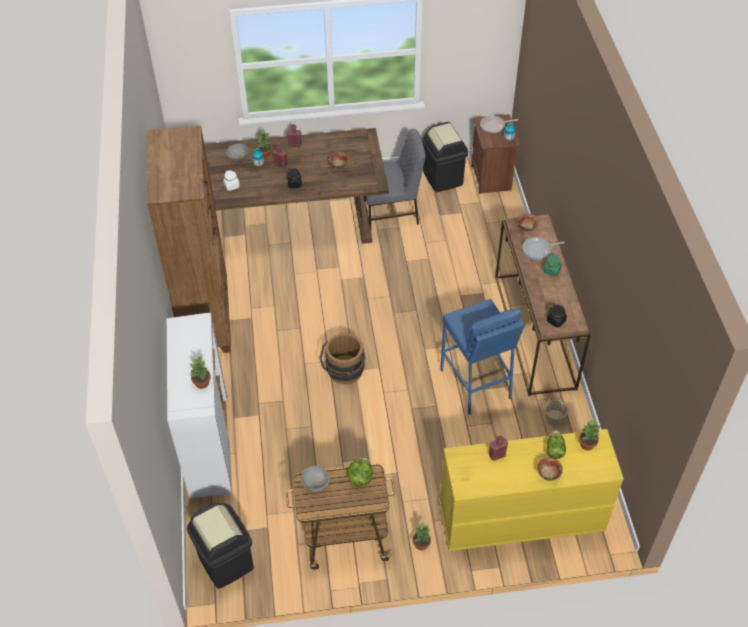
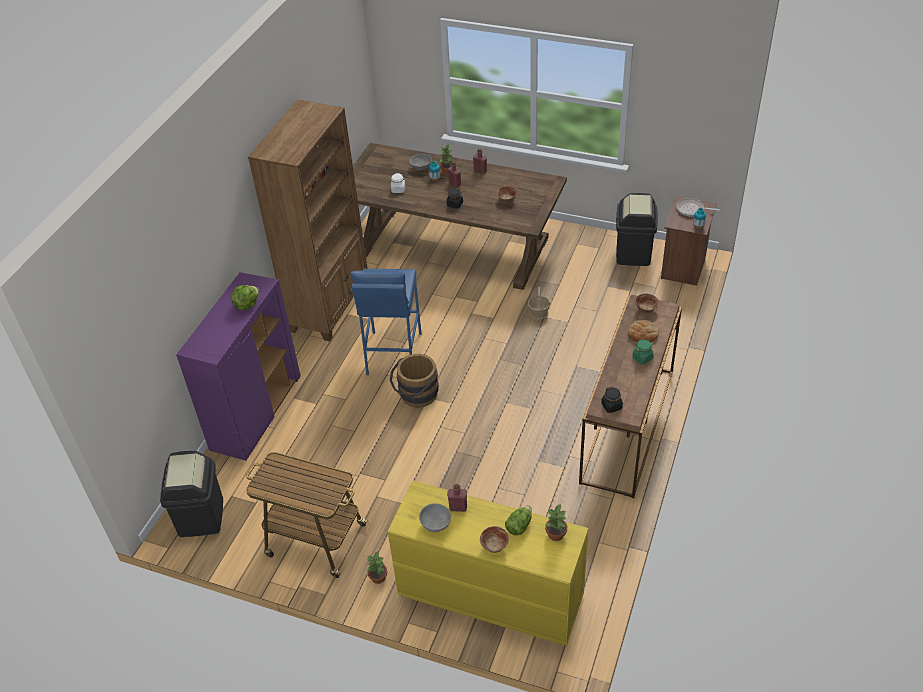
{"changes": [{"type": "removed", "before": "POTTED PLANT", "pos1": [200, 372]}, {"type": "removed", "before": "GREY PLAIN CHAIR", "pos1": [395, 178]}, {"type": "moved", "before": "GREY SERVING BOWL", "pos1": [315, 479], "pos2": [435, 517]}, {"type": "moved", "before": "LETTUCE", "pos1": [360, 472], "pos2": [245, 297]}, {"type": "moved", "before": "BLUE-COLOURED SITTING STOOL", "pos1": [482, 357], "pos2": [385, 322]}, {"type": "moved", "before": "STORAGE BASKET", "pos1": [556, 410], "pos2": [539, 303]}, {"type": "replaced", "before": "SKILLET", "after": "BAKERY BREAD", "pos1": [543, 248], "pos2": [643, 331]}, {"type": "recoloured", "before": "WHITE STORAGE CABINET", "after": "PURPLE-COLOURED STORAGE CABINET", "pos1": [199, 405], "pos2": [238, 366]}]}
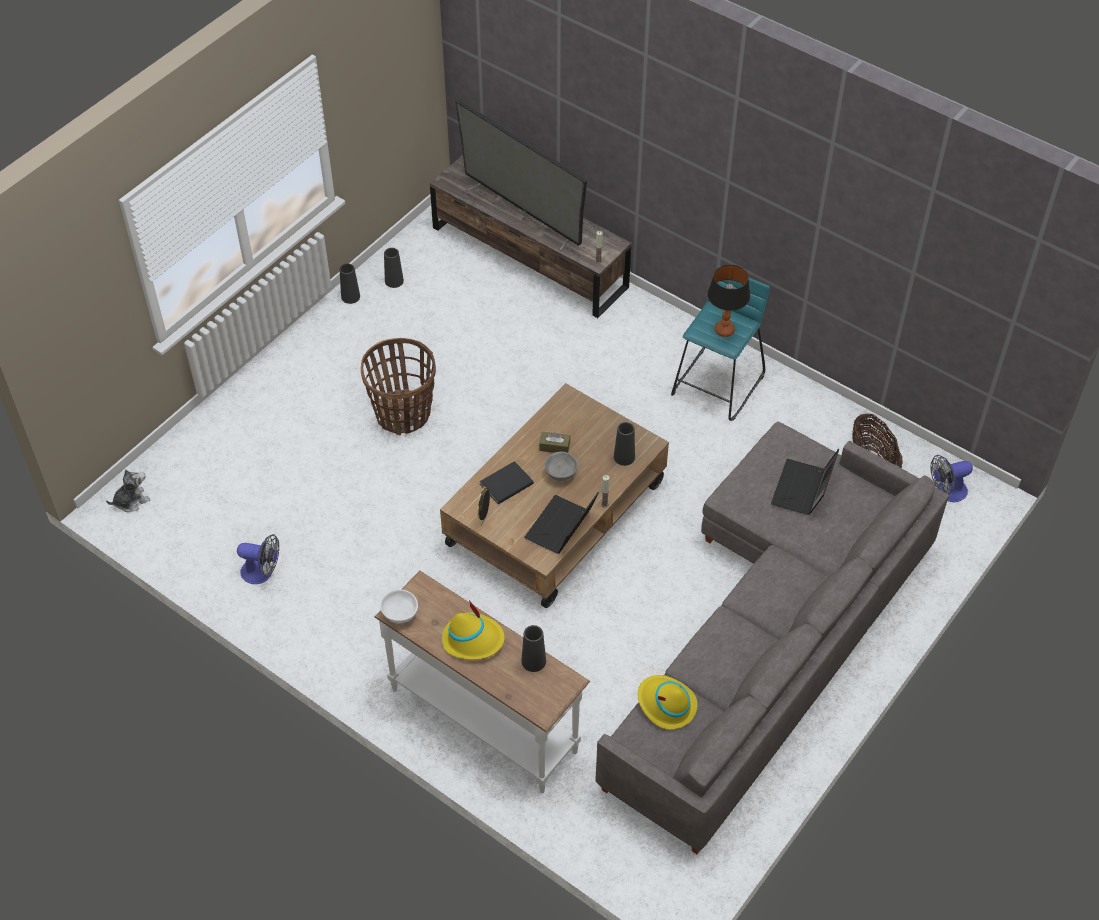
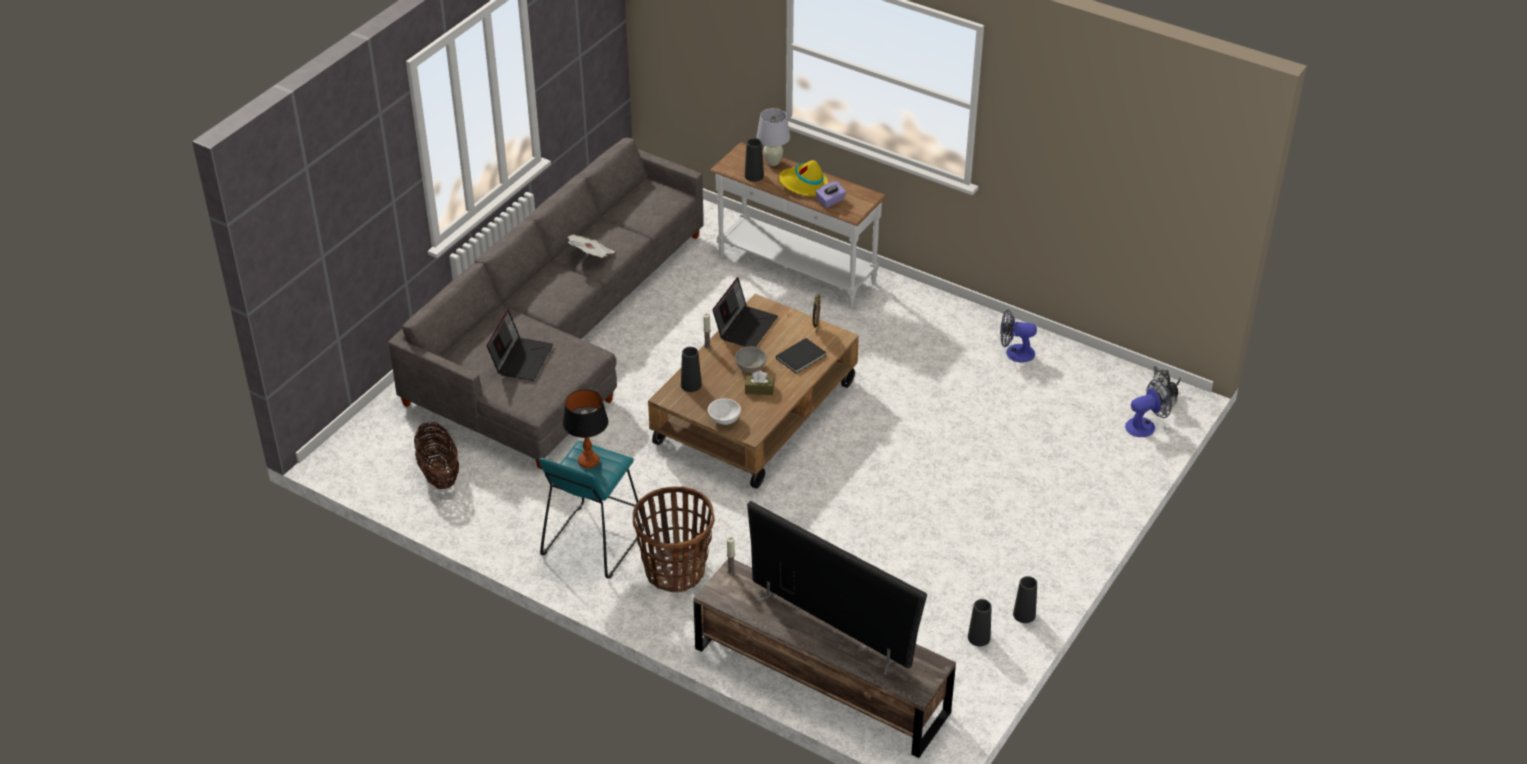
{"changes": [{"type": "removed", "before": "YELLOW-COLOURED HAT", "pos1": [667, 702]}, {"type": "added", "after": "PRINTED PAPER", "pos2": [591, 246]}, {"type": "added", "after": "WHITE LAMP FOR A TABLE", "pos2": [773, 137]}, {"type": "added", "after": "PURPLE-COLOURED TISSUE HOLDER", "pos2": [830, 194]}, {"type": "moved", "before": "STORAGE BASKET", "pos1": [398, 386], "pos2": [674, 539]}, {"type": "moved", "before": "WHITE SERVING BOWL", "pos1": [399, 606], "pos2": [724, 411]}, {"type": "moved", "before": "ELECTRIC FAN", "pos1": [951, 478], "pos2": [1148, 408]}]}
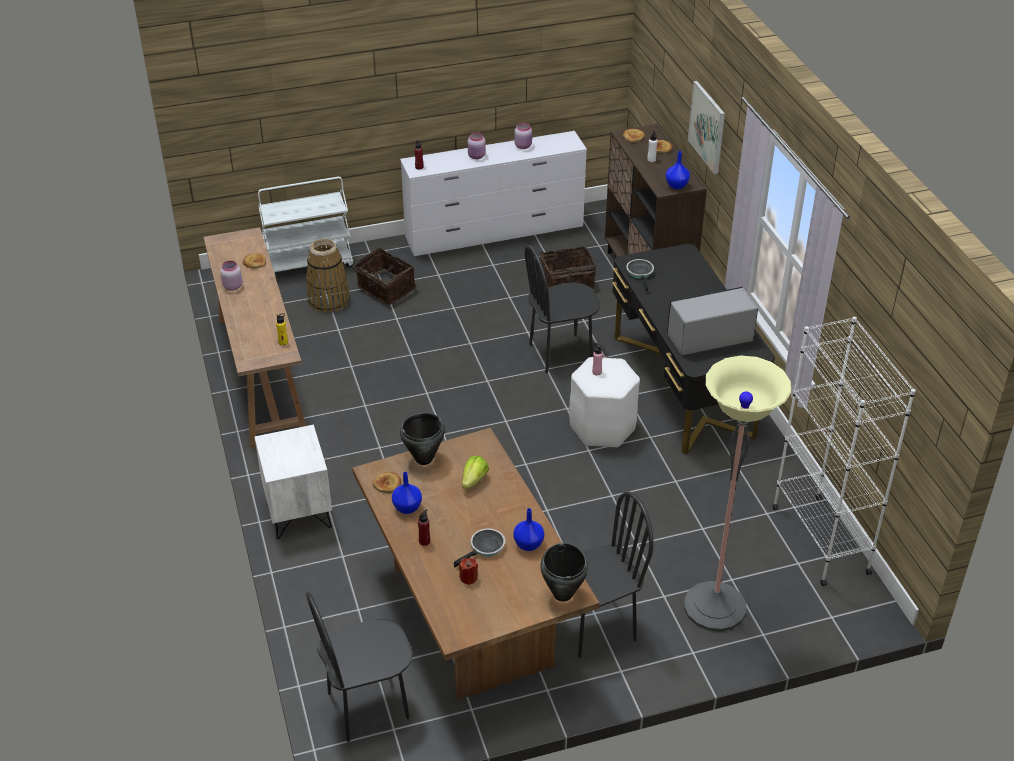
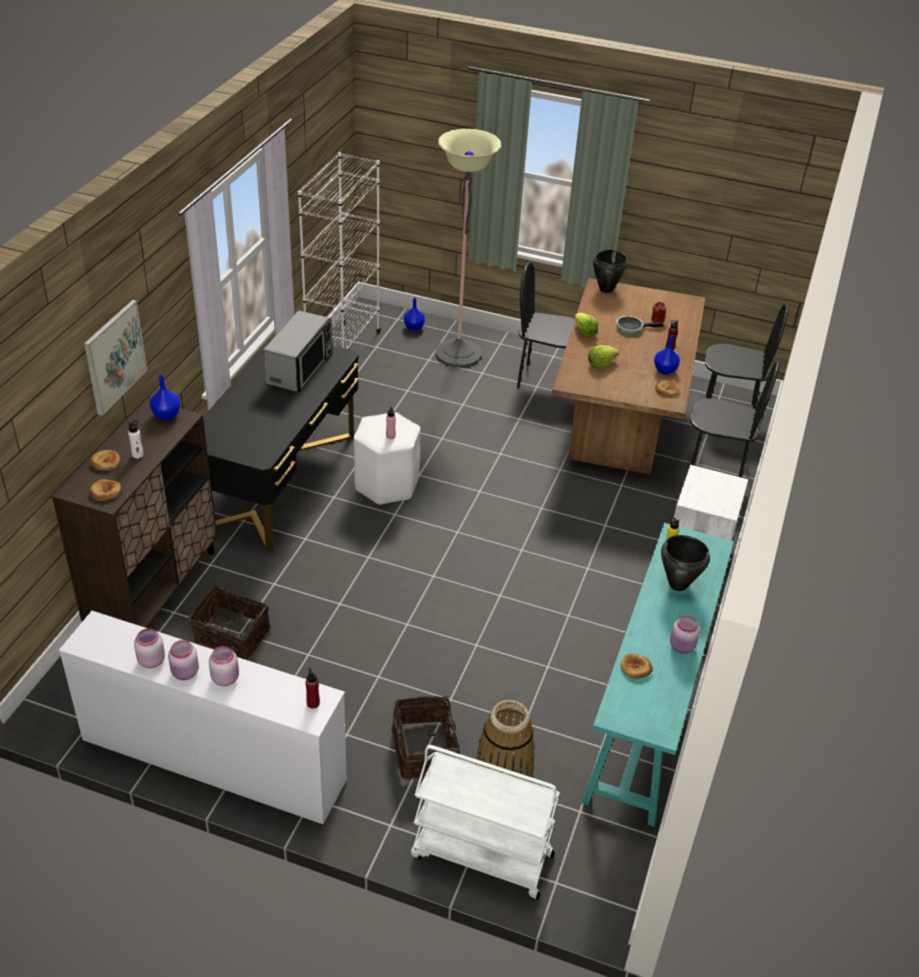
{"changes": [{"type": "removed", "before": "SKILLET", "pos1": [640, 275]}, {"type": "added", "after": "PINK-COLOURED JAR", "pos2": [183, 660]}, {"type": "added", "after": "LETTUCE", "pos2": [586, 325]}, {"type": "moved", "before": "BLACK SAUCEPOT", "pos1": [422, 439], "pos2": [685, 563]}, {"type": "moved", "before": "BLUE-COLOURED FLOWER VASE", "pos1": [528, 529], "pos2": [414, 314]}, {"type": "moved", "before": "BLACK PLAIN CHAIR", "pos1": [562, 309], "pos2": [735, 419]}, {"type": "recoloured", "before": "BROWN-COLOURED CONSOLE TABLE", "after": "TURQUOISE CONSOLE TABLE", "pos1": [255, 337], "pos2": [657, 675]}, {"type": "turned", "before": "KITCHEN MICROWAVE", "pos1": [712, 321], "pos2": [297, 351], "turn": -90}]}
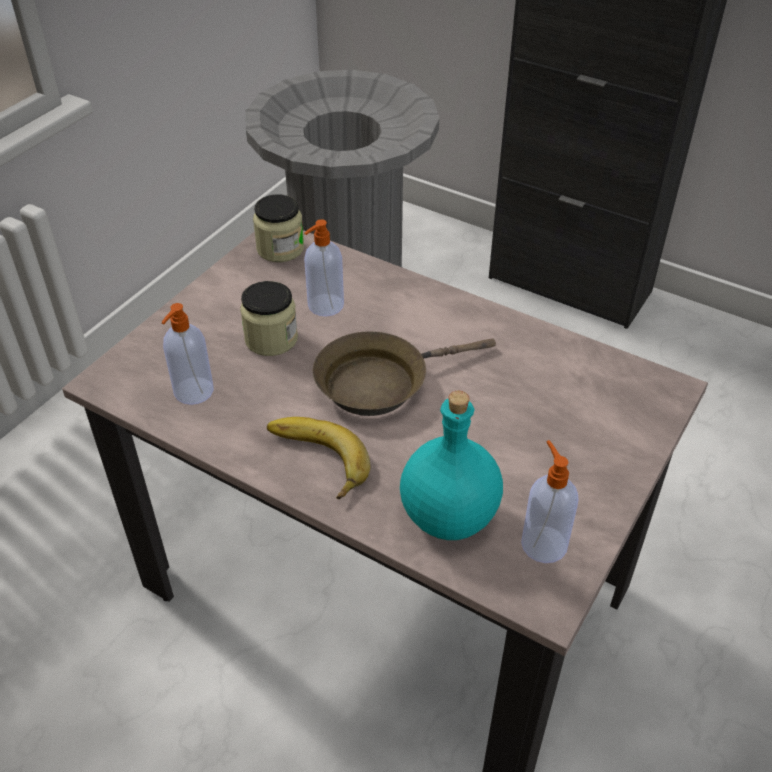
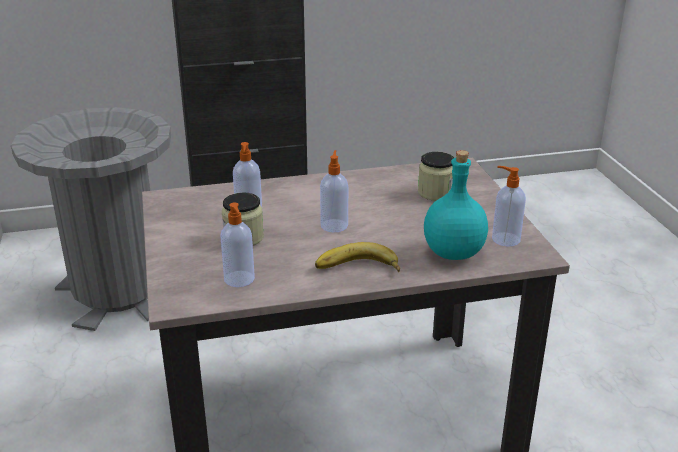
{"changes": [{"type": "moved", "before": "JAR", "pos1": [278, 228], "pos2": [436, 176]}, {"type": "replaced", "before": "BROWN-COLOURED SKILLET", "after": "LIQUID SOAP BOTTLE", "pos1": [404, 373], "pos2": [334, 191]}]}
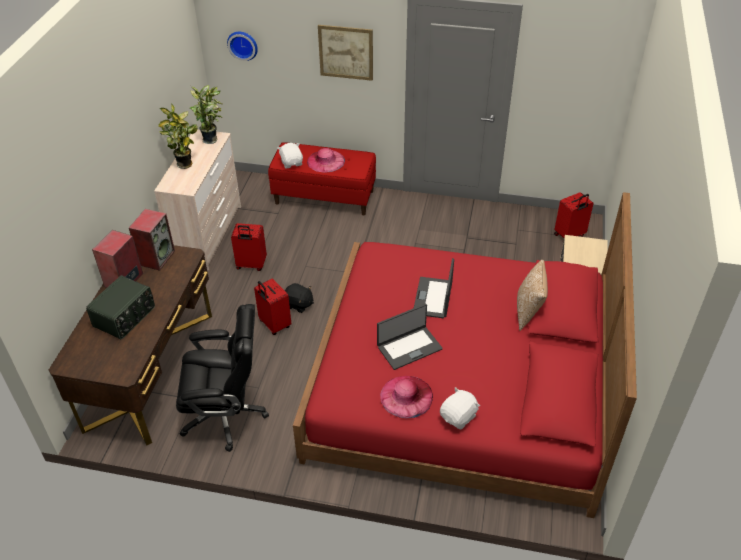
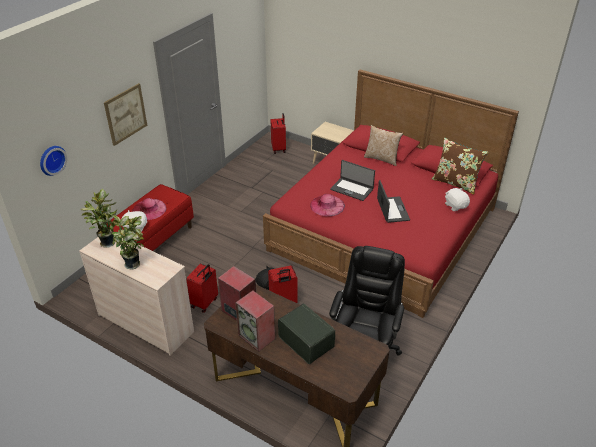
{"changes": [{"type": "added", "after": "BROWN-COLOURED CUSHION", "pos2": [460, 166]}, {"type": "moved", "before": "PINK-COLOURED HAT", "pos1": [406, 397], "pos2": [327, 205]}]}
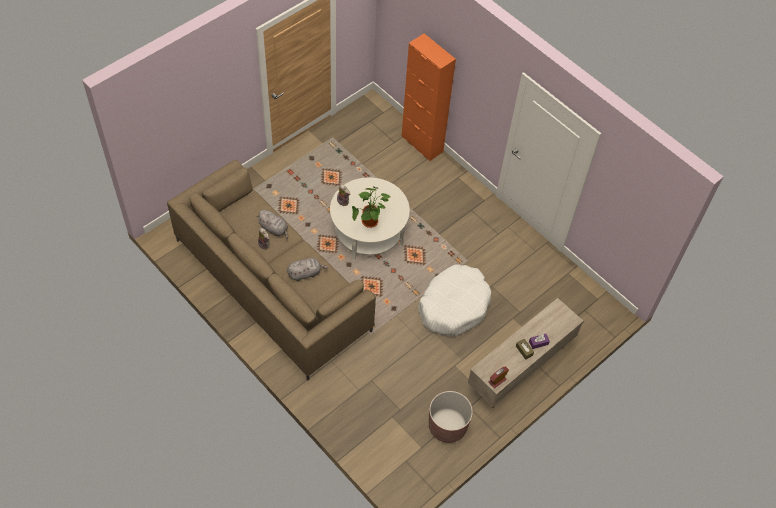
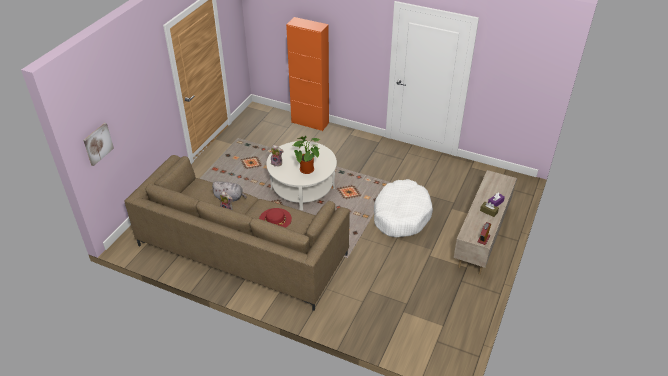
{"changes": [{"type": "removed", "before": "BROWN-COLOURED FLOWER POT", "pos1": [451, 417]}, {"type": "added", "after": "PICTURE", "pos2": [98, 144]}, {"type": "replaced", "before": "GREY CUDDLY TOY", "after": "REDDISH HAT", "pos1": [307, 269], "pos2": [275, 218]}]}
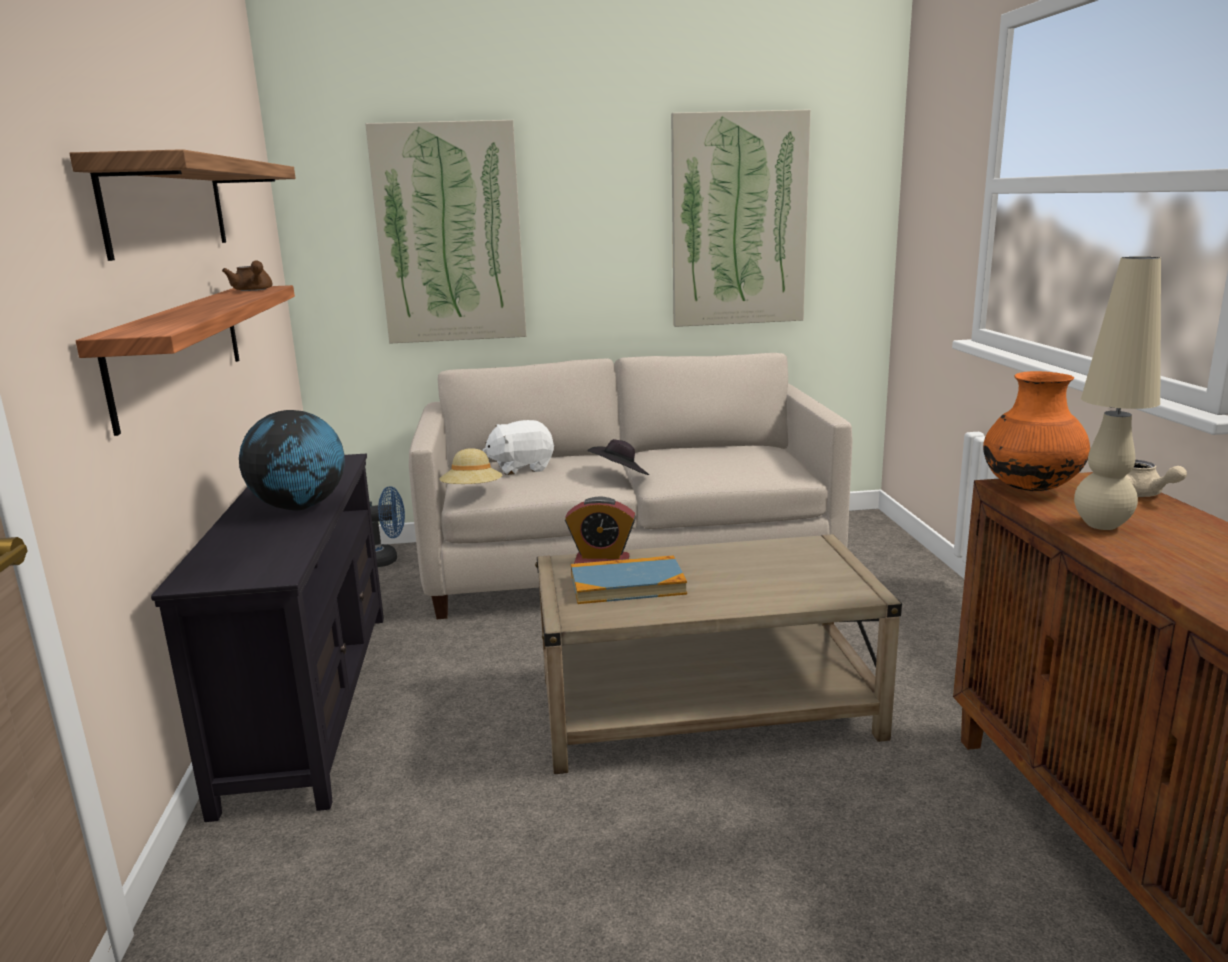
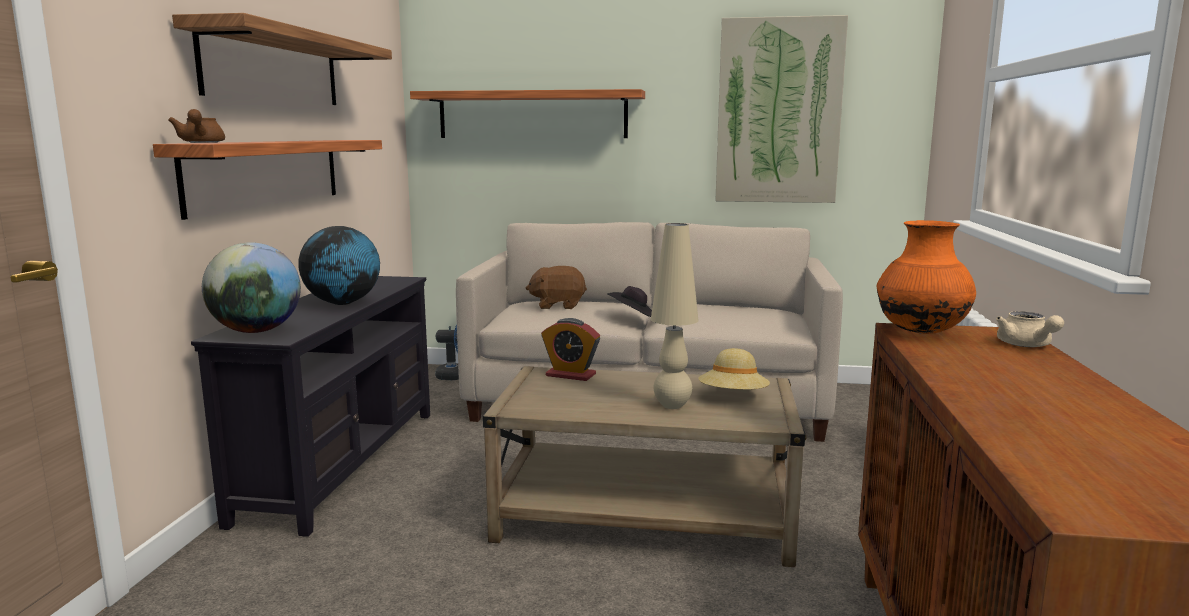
{"changes": [{"type": "removed", "before": "BOOK", "pos1": [629, 579]}, {"type": "added", "after": "GLOBE", "pos2": [251, 287]}, {"type": "moved", "before": "BROWN-COLOURED TEAPOT", "pos1": [247, 276], "pos2": [196, 126]}, {"type": "moved", "before": "SAND-COLOURED HAT", "pos1": [470, 466], "pos2": [734, 369]}, {"type": "moved", "before": "SAND-COLOURED LAMP FOR A TABLE", "pos1": [1117, 393], "pos2": [675, 316]}, {"type": "replaced", "before": "PICTURE", "after": "SHELF", "pos1": [446, 232], "pos2": [527, 113]}, {"type": "recoloured", "before": "WHITE CUDDLY TOY", "after": "BROWN-COLOURED CUDDLY TOY", "pos1": [518, 447], "pos2": [556, 287]}]}
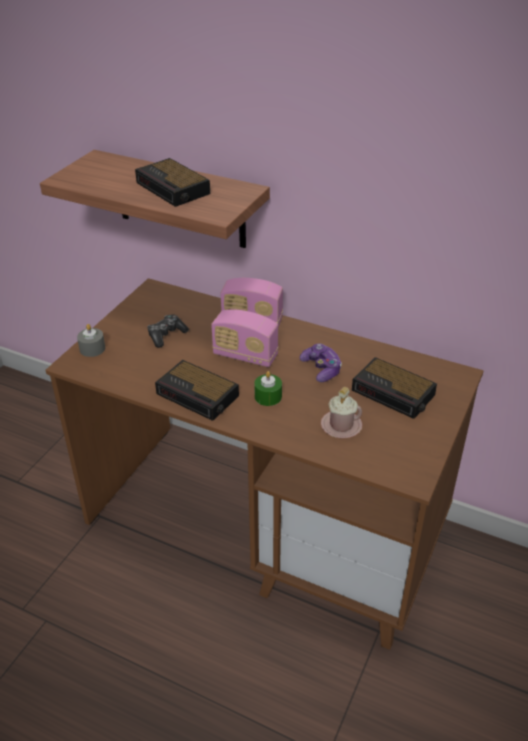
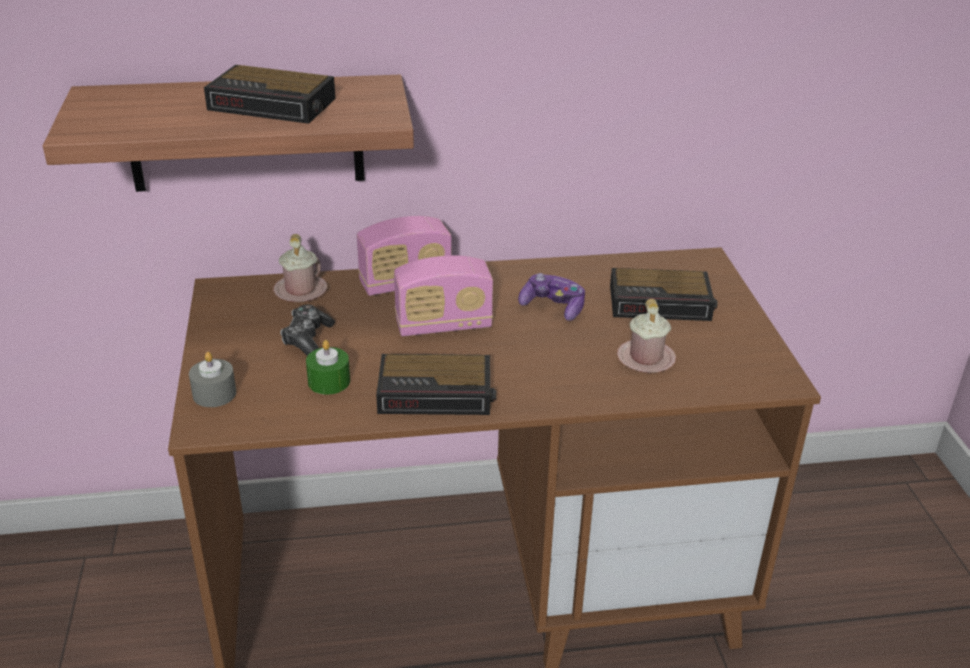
{"changes": [{"type": "added", "after": "PINK-COLOURED COFFEE MUG", "pos2": [300, 268]}, {"type": "moved", "before": "GREEN WAX LIGHT", "pos1": [268, 388], "pos2": [328, 367]}]}
